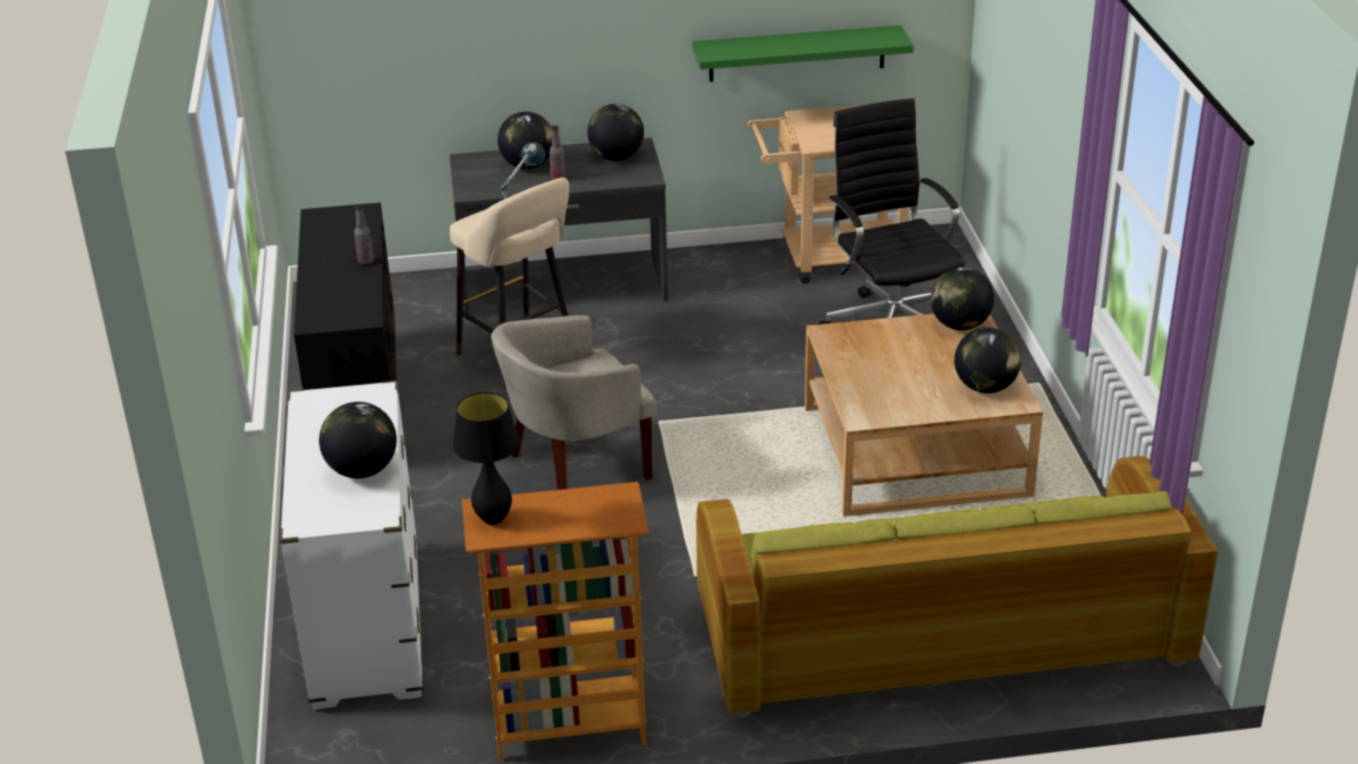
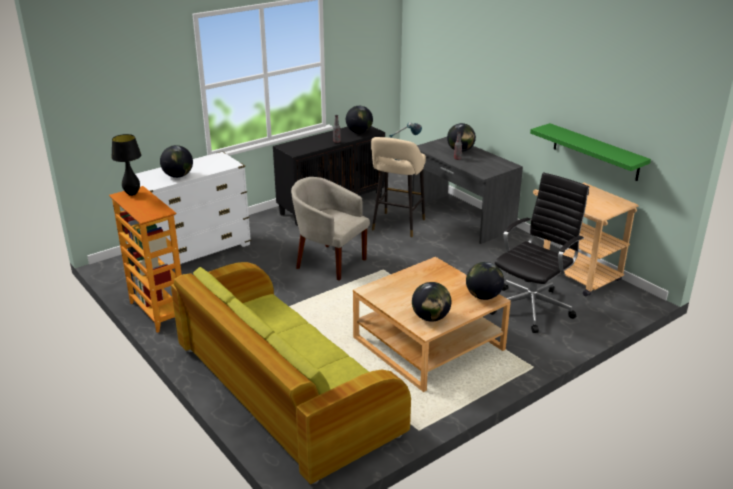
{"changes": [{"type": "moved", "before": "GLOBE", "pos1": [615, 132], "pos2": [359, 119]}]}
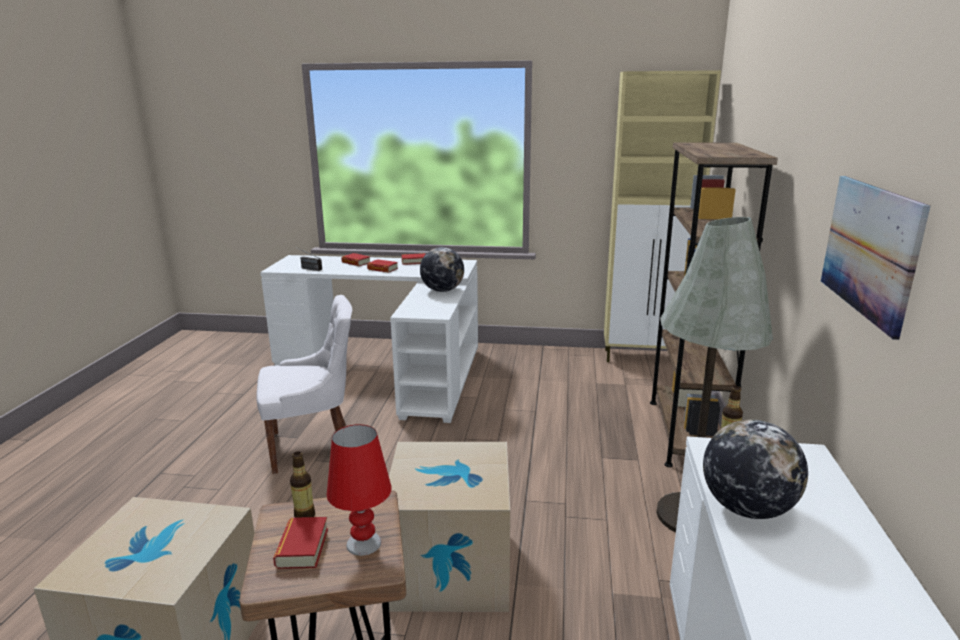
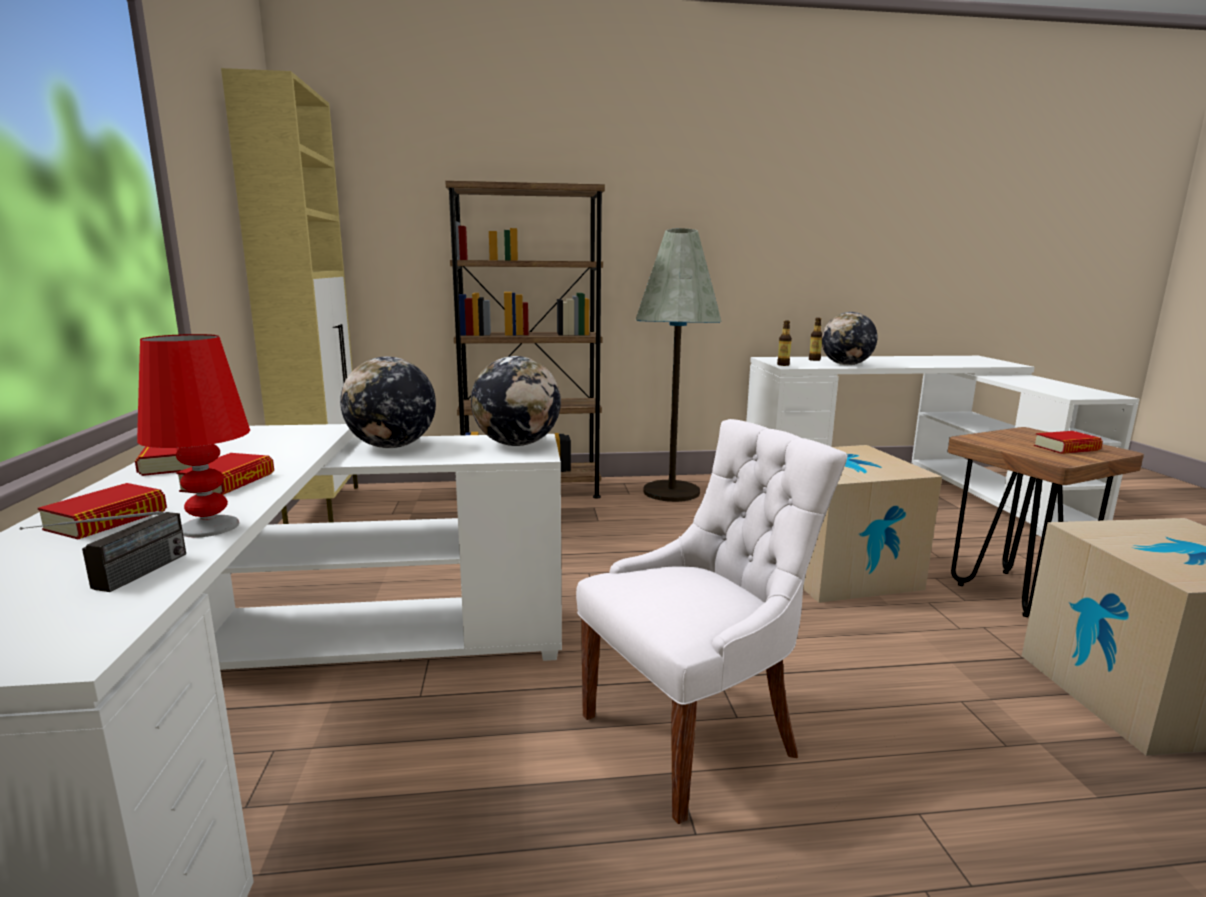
{"changes": [{"type": "removed", "before": "PICTURE", "pos1": [875, 258]}, {"type": "added", "after": "GLOBE", "pos2": [516, 401]}, {"type": "moved", "before": "DRINK BOTTLE", "pos1": [302, 484], "pos2": [815, 339]}, {"type": "moved", "before": "REDDISH LAMP FOR A TABLE", "pos1": [359, 490], "pos2": [193, 436]}, {"type": "turned", "before": "WHITE PLAIN CHAIR", "pos1": [304, 384], "pos2": [712, 621], "turn": 90}]}
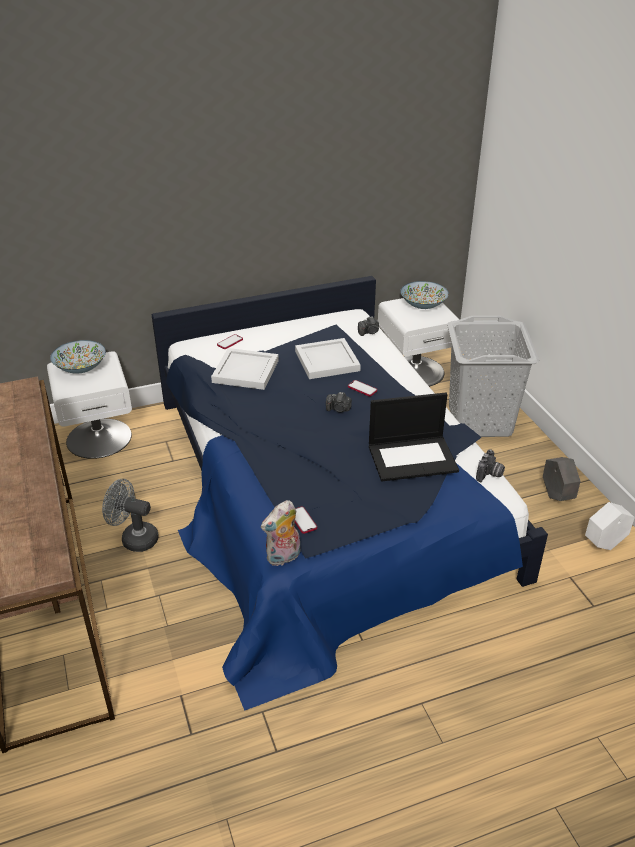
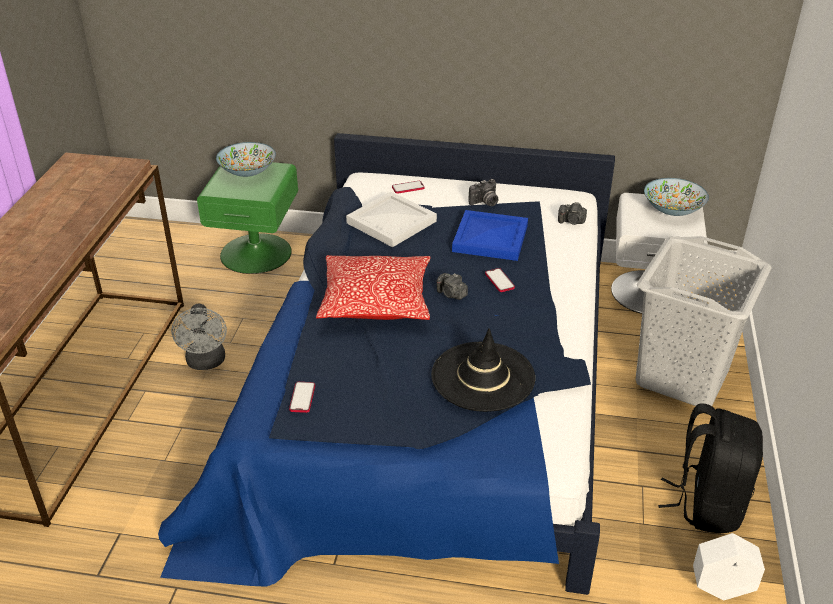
{"changes": [{"type": "removed", "before": "CUDDLY TOY", "pos1": [280, 533]}, {"type": "added", "after": "CUSHION", "pos2": [373, 287]}, {"type": "moved", "before": "PHOTO CAMERA", "pos1": [490, 465], "pos2": [483, 192]}, {"type": "replaced", "before": "LAPTOP", "after": "BLACK HAT", "pos1": [414, 437], "pos2": [483, 370]}, {"type": "replaced", "before": "GREY FLOWER POT", "after": "BLACK KNAPSACK", "pos1": [562, 479], "pos2": [710, 468]}, {"type": "recoloured", "before": "WHITE BEDSIDE TABLE", "after": "GREEN BEDSIDE TABLE", "pos1": [89, 405], "pos2": [247, 218]}, {"type": "recoloured", "before": "WHITE SERVING TRAY", "after": "BLUE-COLOURED SERVING TRAY", "pos1": [328, 358], "pos2": [490, 235]}, {"type": "turned", "before": "GREY ELECTRIC FAN", "pos1": [130, 515], "pos2": [199, 337], "turn": -150}]}
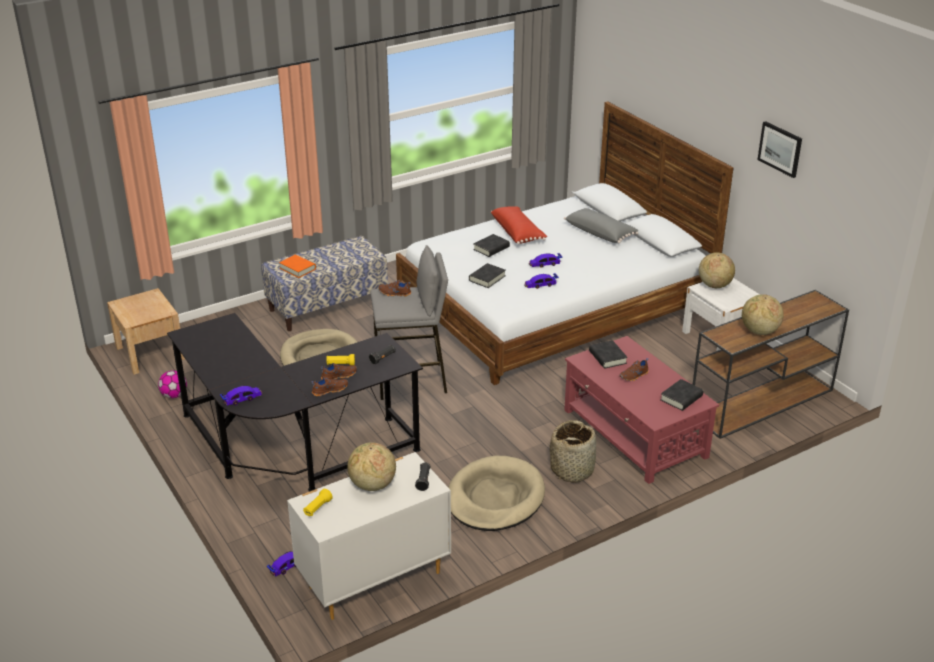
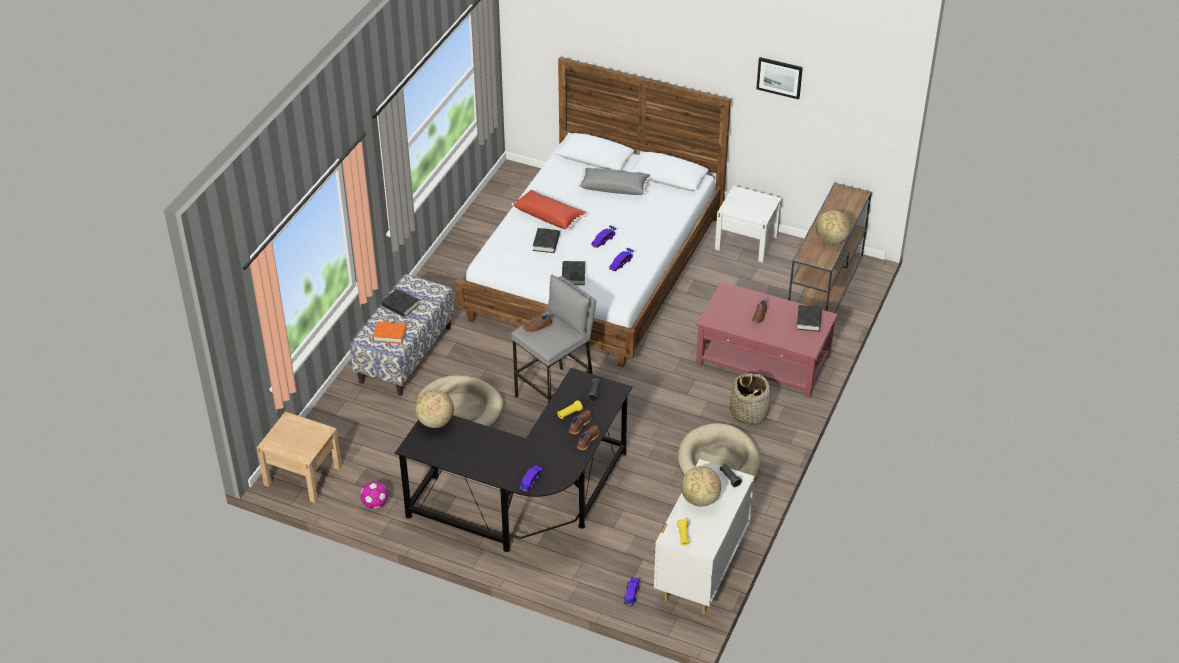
{"changes": [{"type": "moved", "before": "BLACK BOOK", "pos1": [608, 354], "pos2": [400, 303]}, {"type": "moved", "before": "GLOBE", "pos1": [717, 270], "pos2": [434, 408]}]}
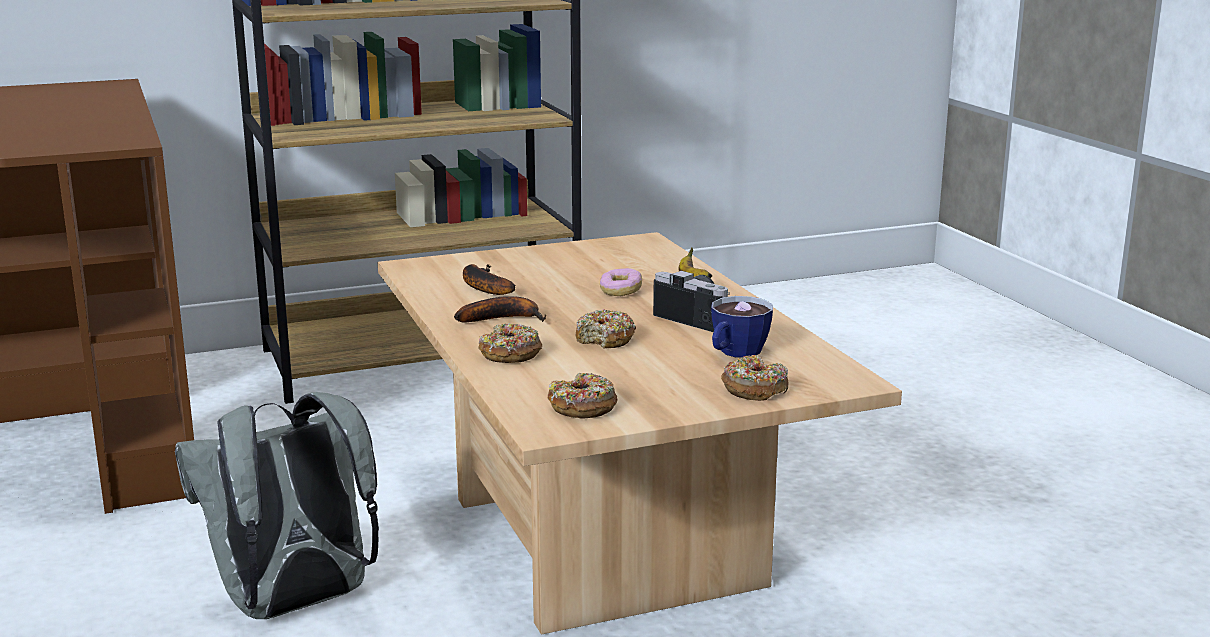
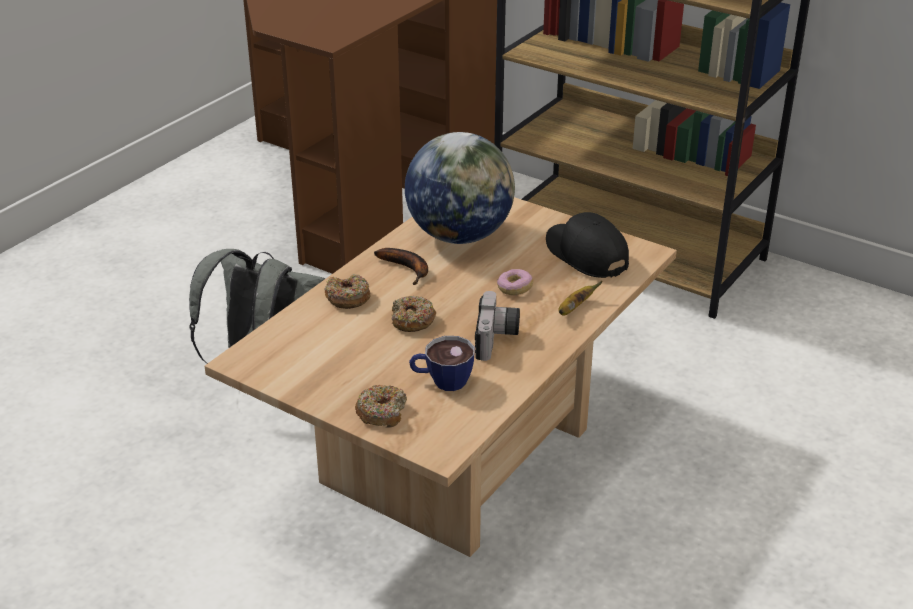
{"changes": [{"type": "removed", "before": "DOUGHNUT", "pos1": [583, 395]}, {"type": "added", "after": "BLACK BASEBALL CAP", "pos2": [587, 245]}, {"type": "replaced", "before": "BANANA FRUIT", "after": "GLOBE", "pos1": [489, 279], "pos2": [460, 188]}]}
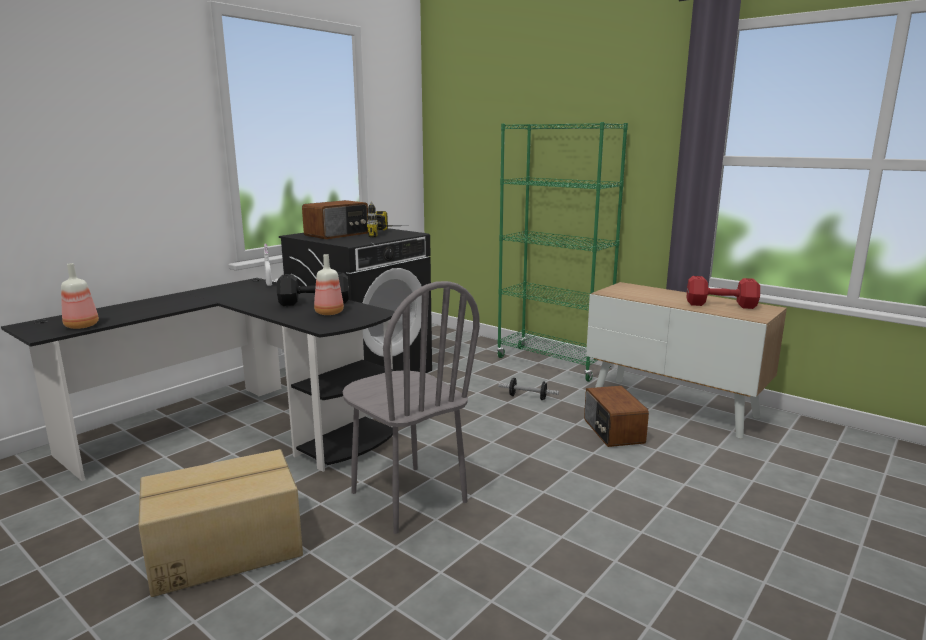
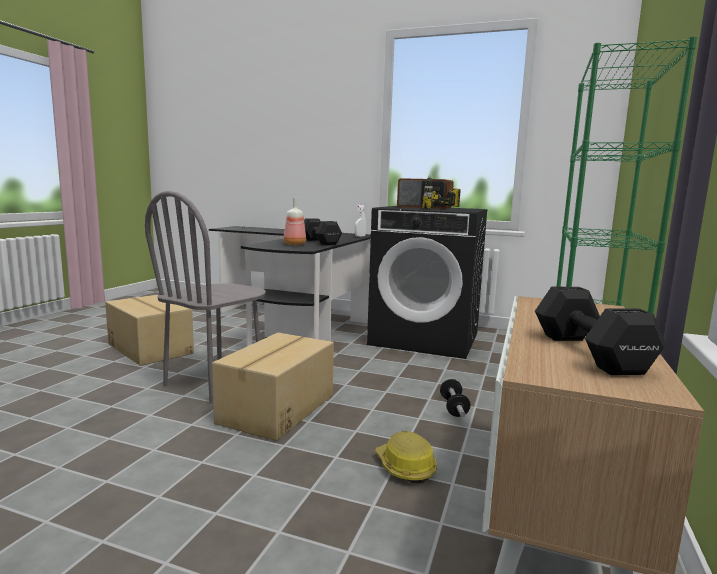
{"changes": [{"type": "removed", "before": "DRINK BOTTLE", "pos1": [80, 296]}, {"type": "added", "after": "CARDBOARD BOX", "pos2": [273, 386]}, {"type": "replaced", "before": "RADIO RECEIVER", "after": "WORK HELMET", "pos1": [616, 416], "pos2": [406, 457]}, {"type": "recoloured", "before": "REDDISH FREE WEIGHT", "after": "BLACK FREE WEIGHT", "pos1": [723, 292], "pos2": [600, 331]}]}
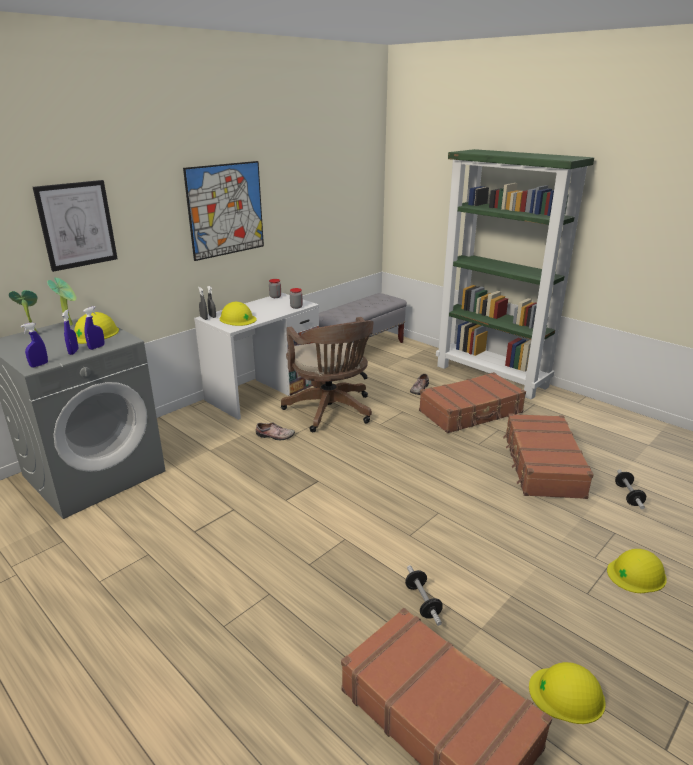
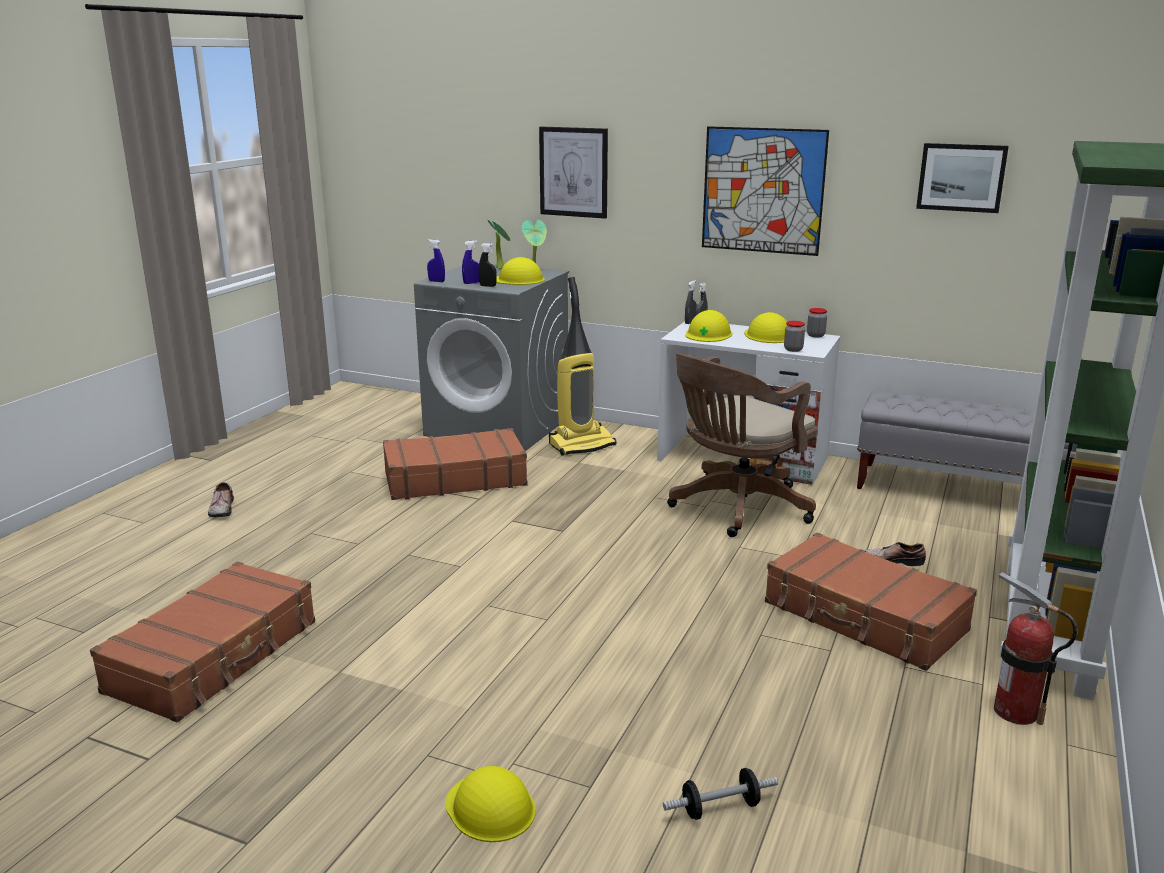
{"changes": [{"type": "removed", "before": "FREE WEIGHT", "pos1": [424, 595]}, {"type": "added", "after": "VACUUM", "pos2": [583, 366]}, {"type": "added", "after": "PICTURE", "pos2": [962, 178]}, {"type": "added", "after": "FIRE EXTINGUISHER", "pos2": [1035, 648]}, {"type": "moved", "before": "LOW SHOE", "pos1": [275, 431], "pos2": [221, 499]}, {"type": "moved", "before": "BROWN-COLOURED PIECE OF LUGGAGE", "pos1": [548, 456], "pos2": [455, 464]}, {"type": "moved", "before": "YELLOW-COLOURED WORK HELMET", "pos1": [567, 693], "pos2": [765, 327]}, {"type": "recoloured", "before": "BLUE-COLOURED SPRAY BOTTLE", "after": "BLACK SPRAY BOTTLE", "pos1": [94, 328], "pos2": [487, 265]}]}
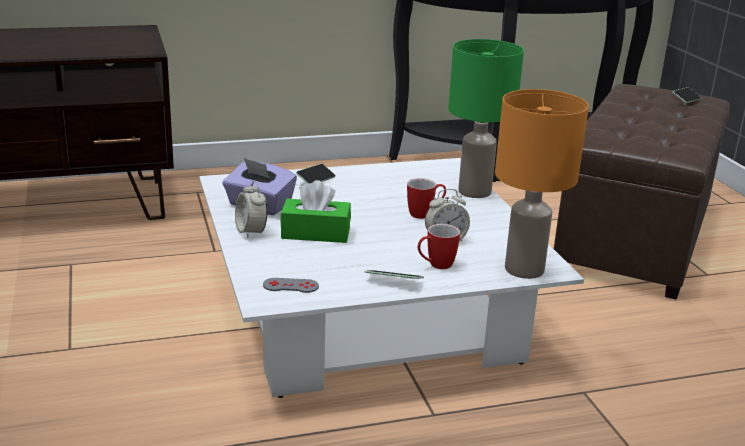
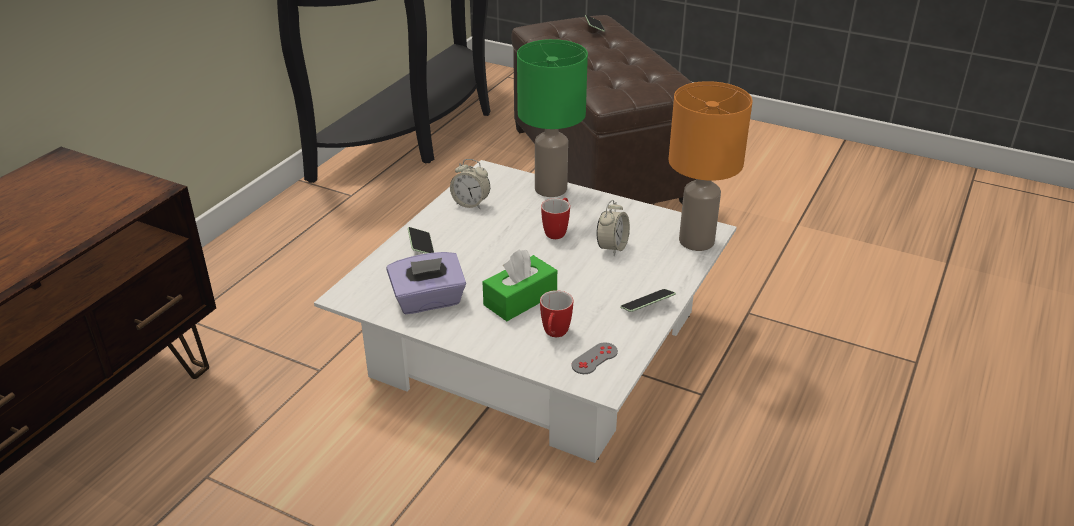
{"changes": [{"type": "moved", "before": "ALARM CLOCK", "pos1": [251, 209], "pos2": [470, 184]}, {"type": "moved", "before": "COFFEE MUG", "pos1": [439, 246], "pos2": [556, 313]}]}
